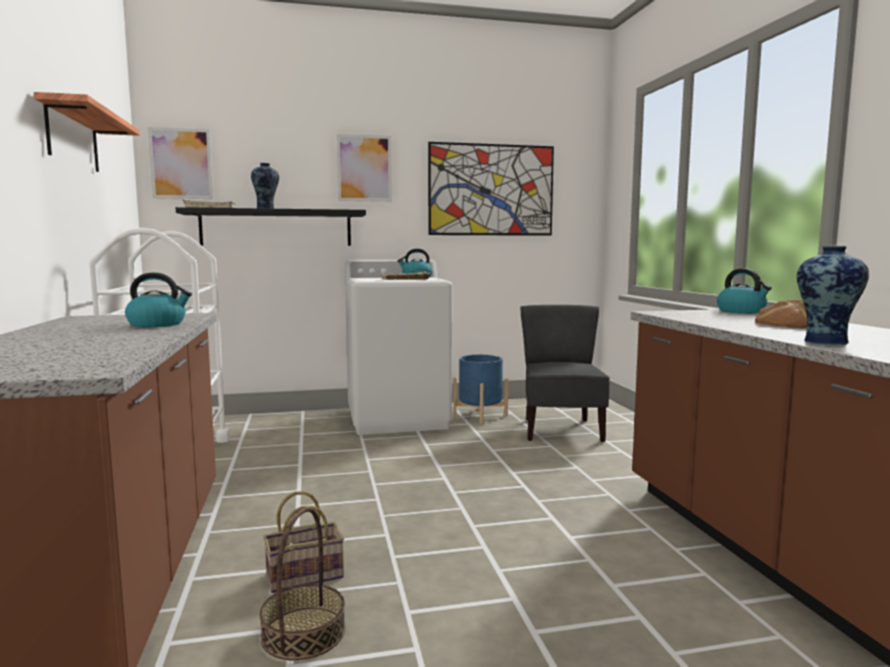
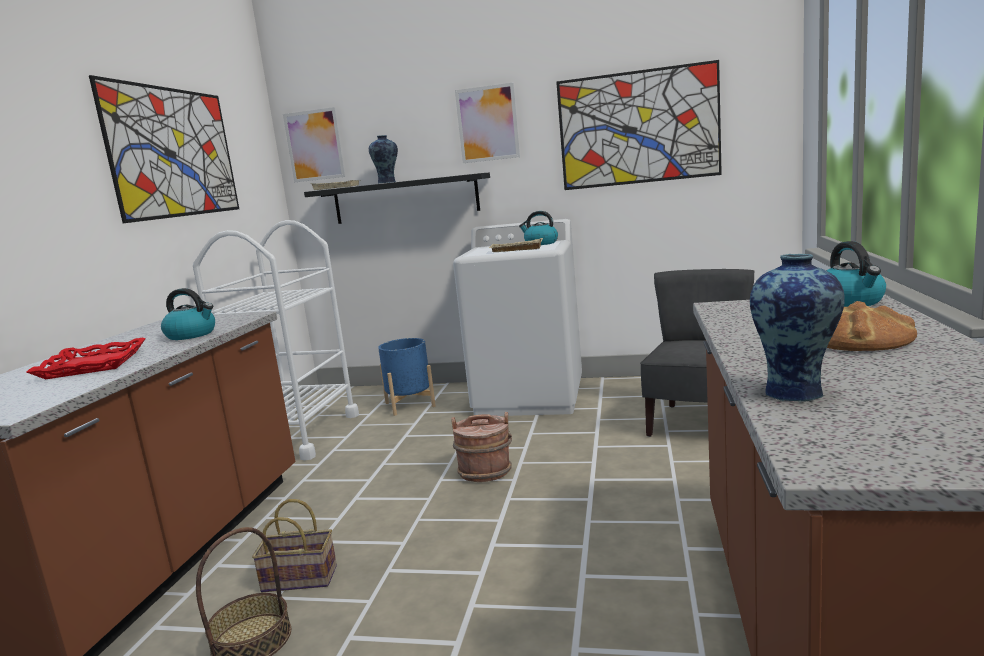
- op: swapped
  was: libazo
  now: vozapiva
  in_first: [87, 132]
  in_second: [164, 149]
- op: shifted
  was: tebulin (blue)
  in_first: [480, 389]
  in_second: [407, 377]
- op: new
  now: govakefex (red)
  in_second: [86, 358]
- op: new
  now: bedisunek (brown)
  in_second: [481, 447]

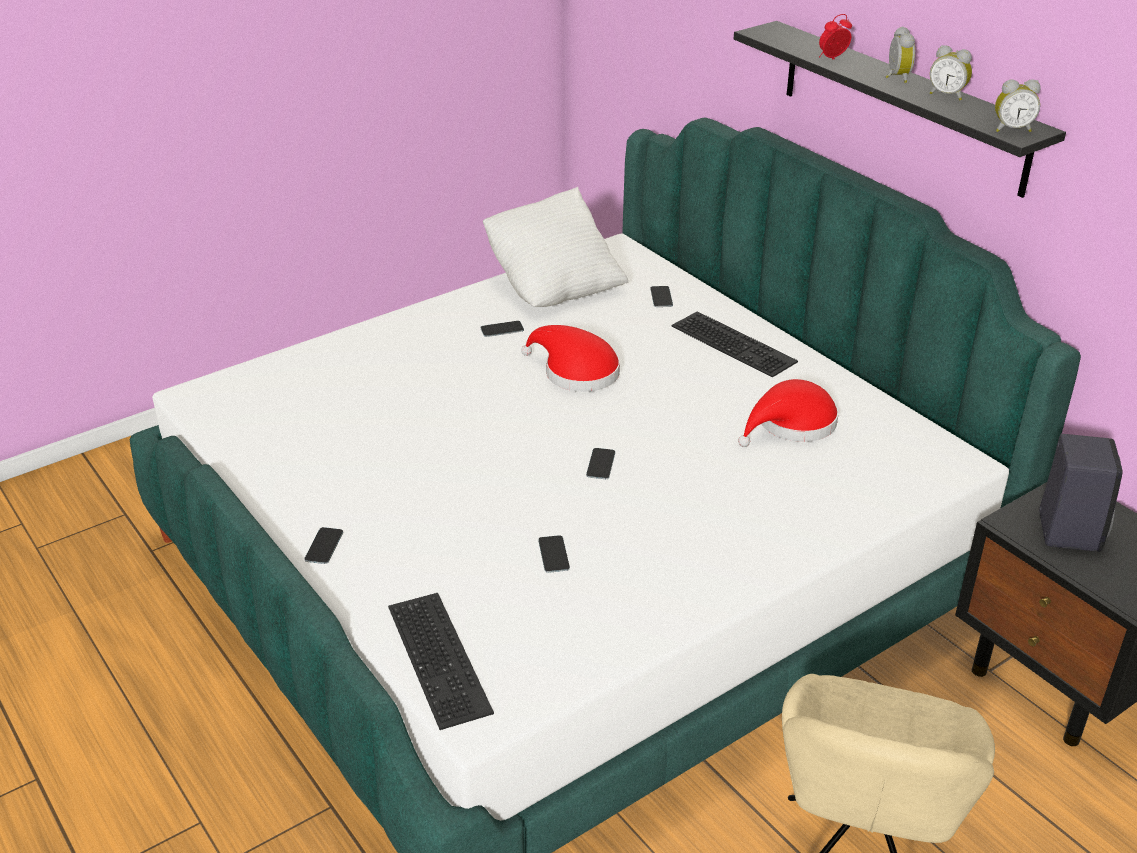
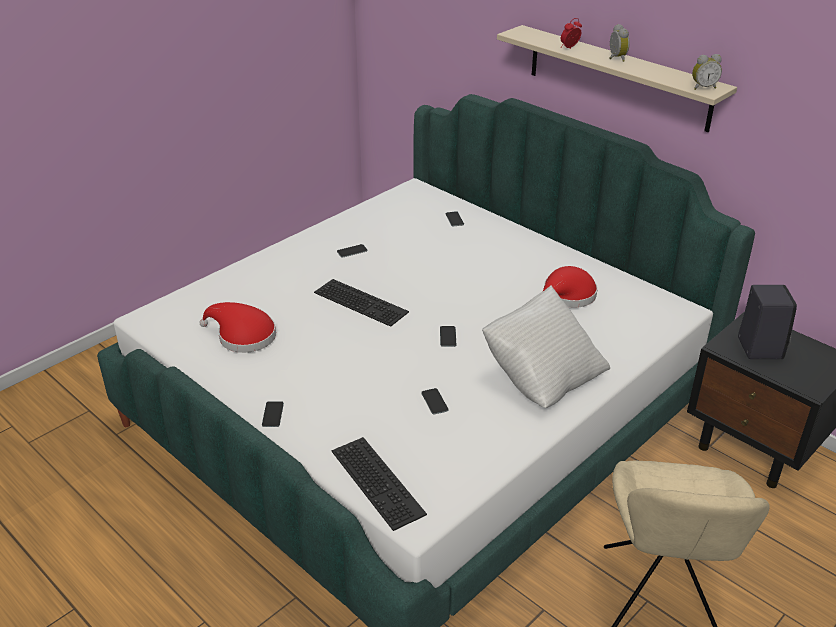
- op: shifted
  was: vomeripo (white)
  in_first: [555, 247]
  in_second: [546, 346]
- op: shifted
  was: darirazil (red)
  in_first: [570, 358]
  in_second: [237, 327]
- op: shifted
  was: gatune
  in_first: [735, 344]
  in_second: [361, 303]
- op: repainted
  was: libazo (black)
  now: libazo (beige)
  in_first: [900, 109]
  in_second: [617, 78]
- op: gone
  was: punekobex
  in_first: [951, 72]

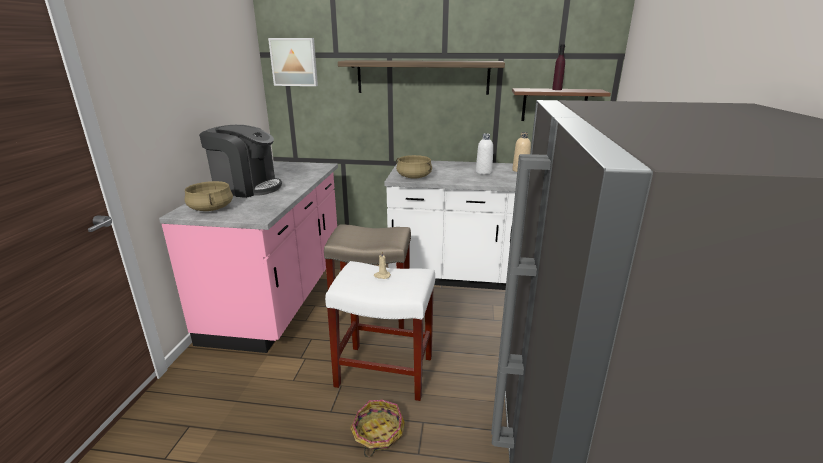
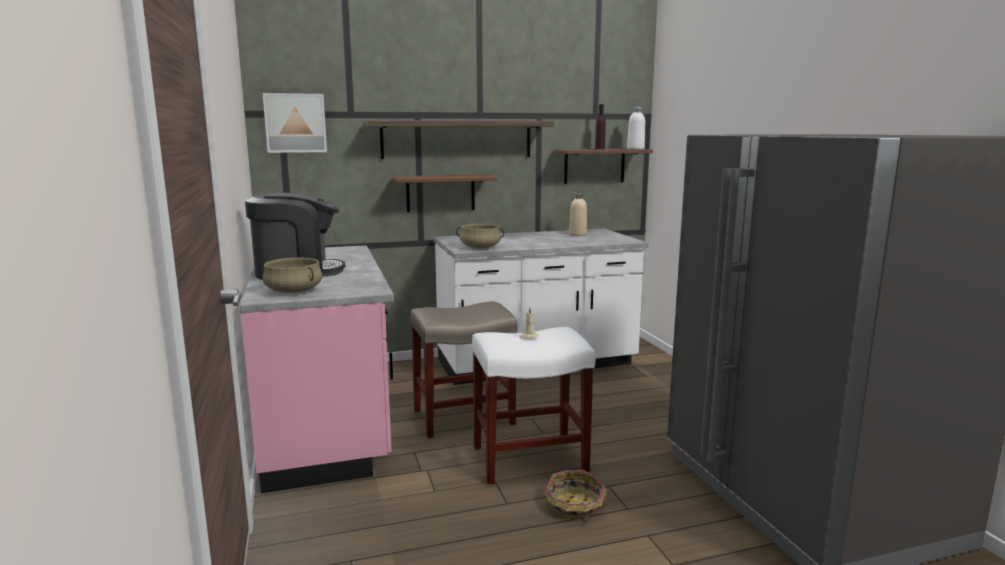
- op: shifted
  was: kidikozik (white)
  in_first: [484, 154]
  in_second: [636, 128]
- op: new
  now: libazo (brown)
  in_second: [444, 193]

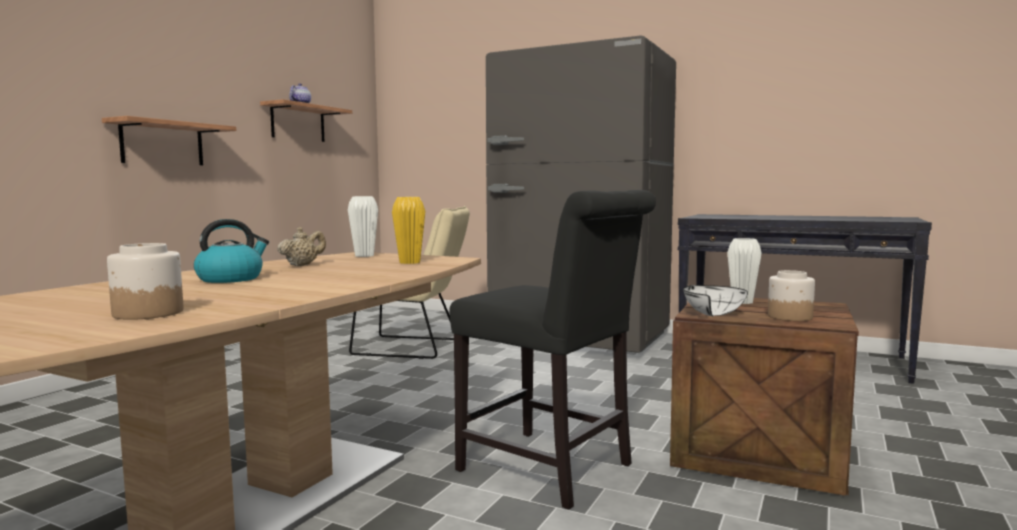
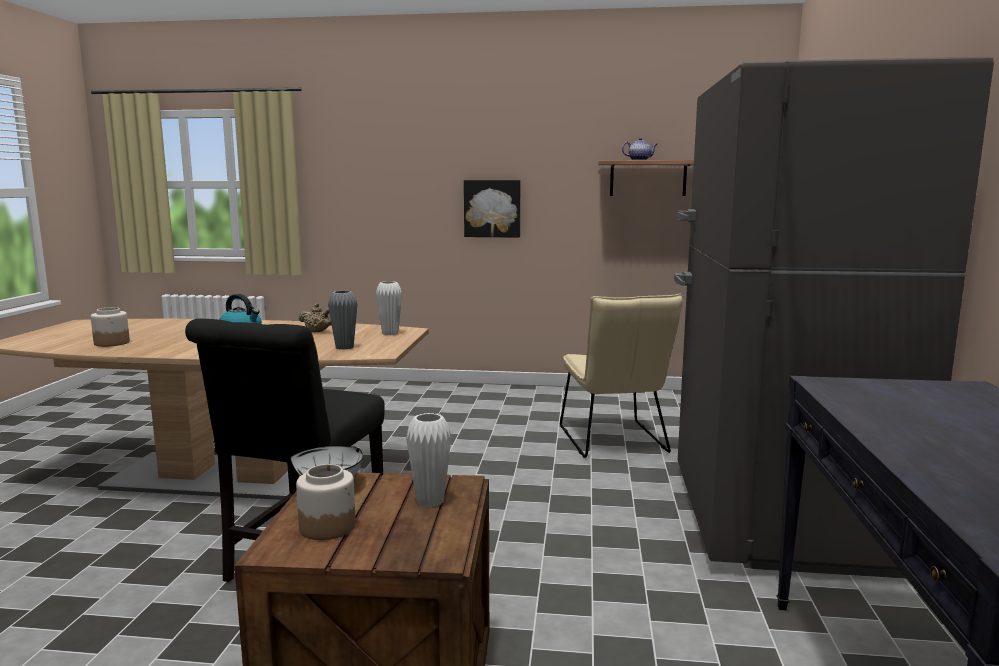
- op: swapped
  was: libazo
  now: vozapiva
  in_first: [169, 140]
  in_second: [492, 209]
- op: repainted
  was: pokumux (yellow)
  now: pokumux (grey)
  in_first: [408, 230]
  in_second: [342, 320]

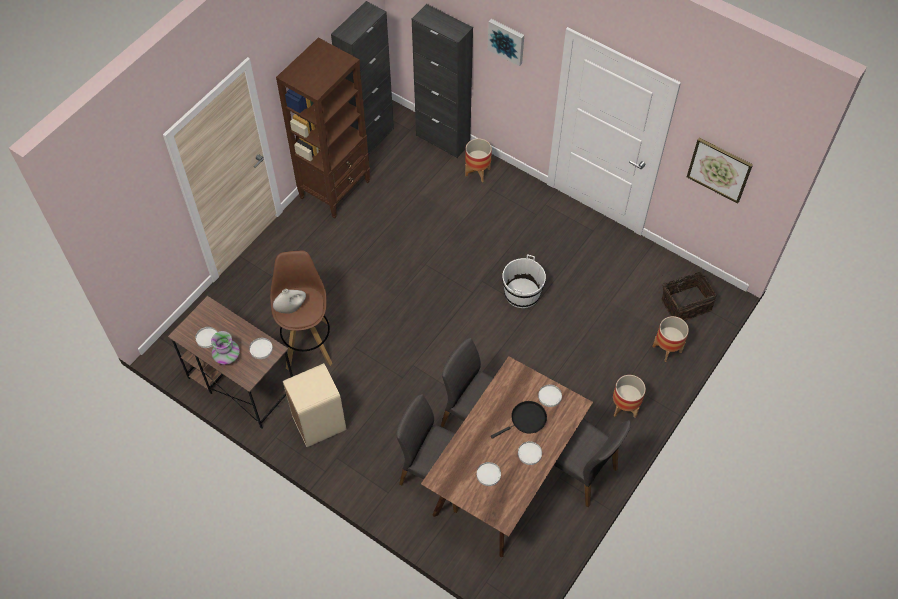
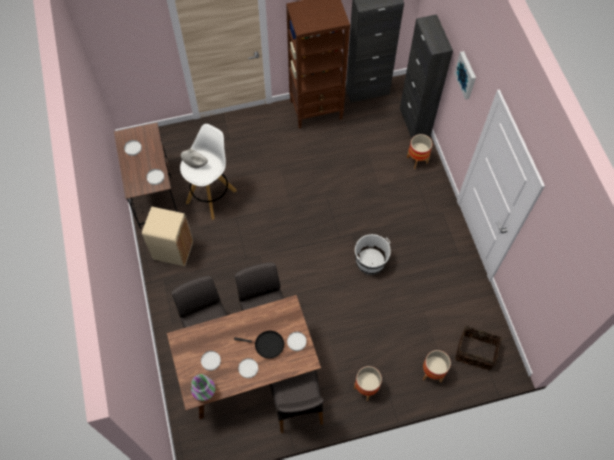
- op: shifted
  was: pokumux
  in_first: [225, 348]
  in_second: [203, 387]
- op: repainted
  was: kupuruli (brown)
  now: kupuruli (white)
  in_first: [301, 310]
  in_second: [208, 172]
- op: gone
  was: vozapiva
  in_first: [720, 171]

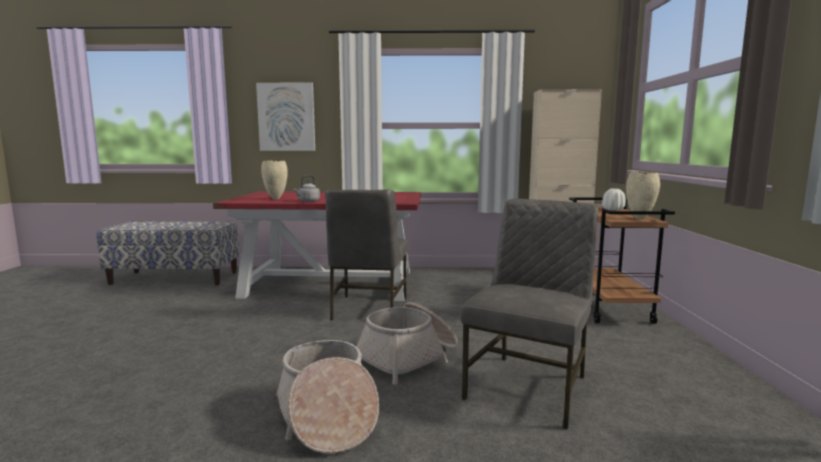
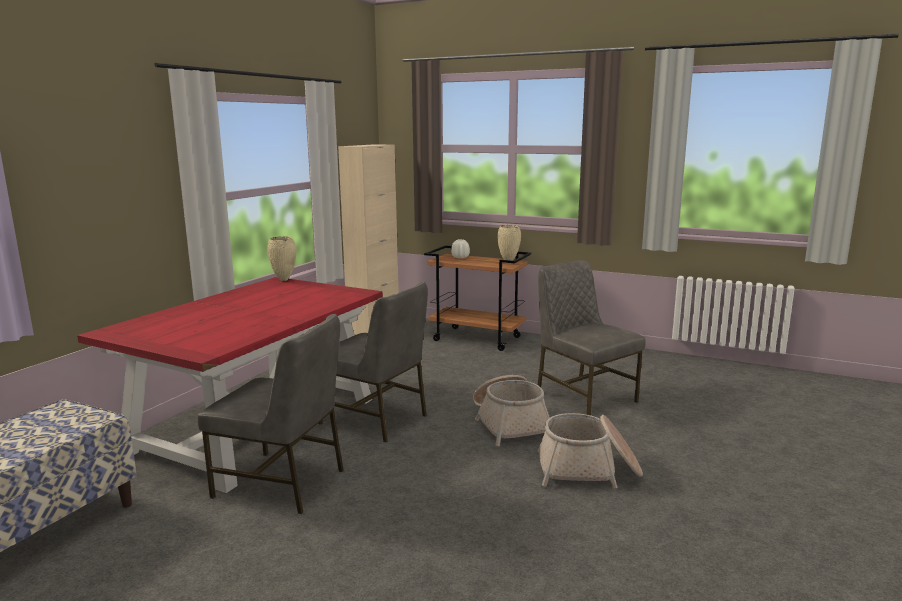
- op: gone
  was: vozapiva
  in_first: [285, 117]
- op: shifted
  was: pokumux (beige)
  in_first: [274, 180]
  in_second: [281, 258]
- op: gone
  was: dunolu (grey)
  in_first: [306, 188]
- op: new
  now: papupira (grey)
  in_second: [270, 414]

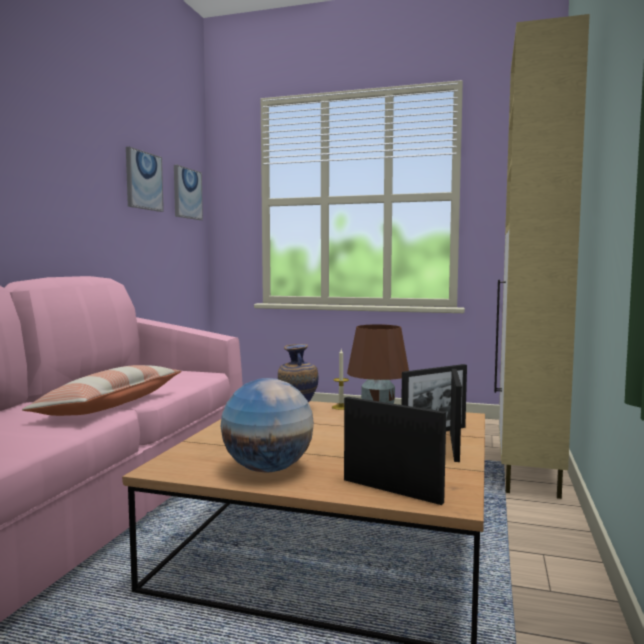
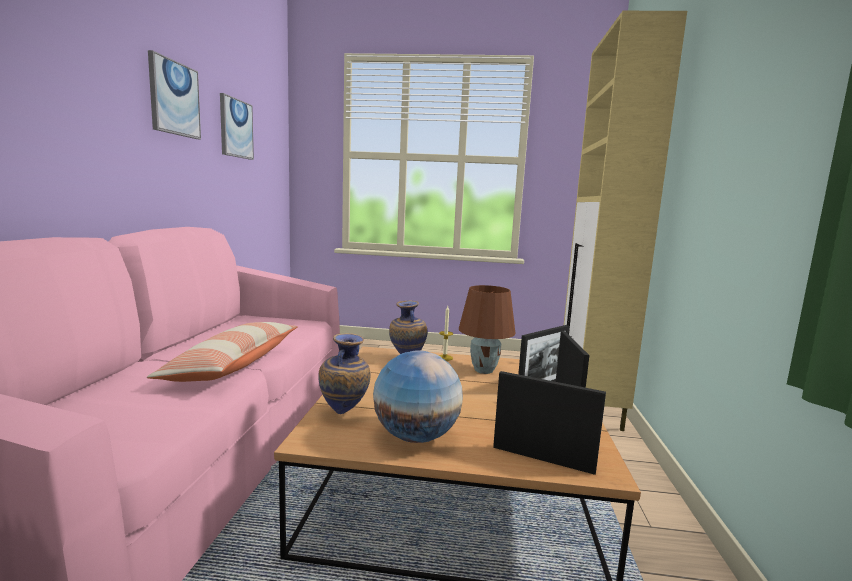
- op: shifted
  was: vozapiva
  in_first: [188, 192]
  in_second: [174, 94]
- op: new
  now: pokumux
  in_second: [344, 373]

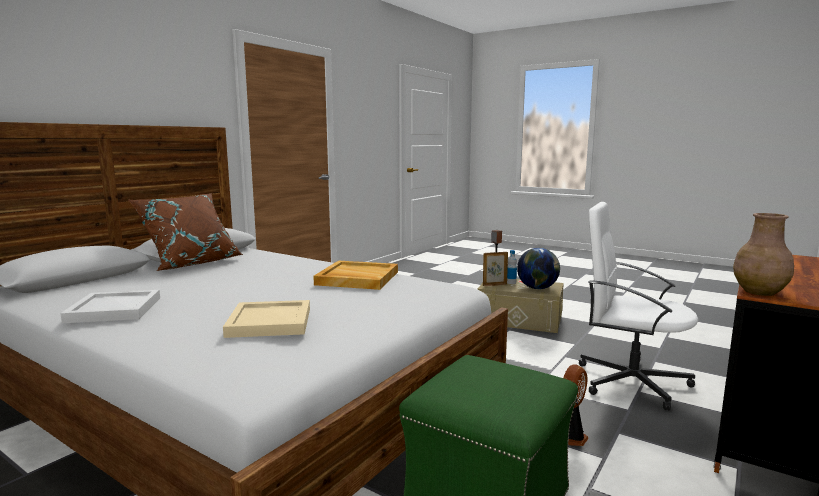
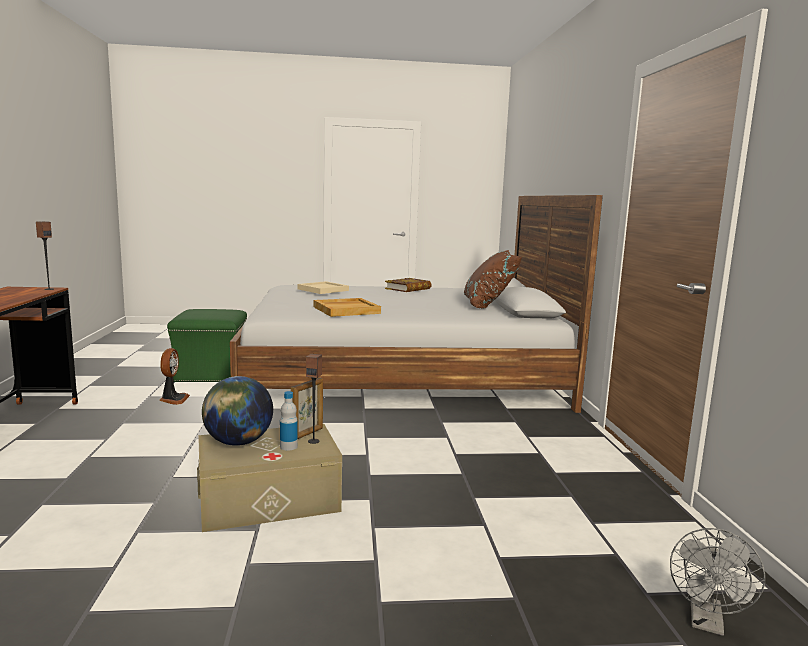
- op: swapped
  was: govakefex (white)
  now: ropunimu
  in_first: [110, 306]
  in_second: [408, 285]
- op: gone
  was: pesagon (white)
  in_first: [638, 306]
- op: swapped
  was: pokumux (brown)
  now: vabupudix
  in_first: [763, 254]
  in_second: [45, 255]
- op: new
  now: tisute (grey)
  in_second: [717, 582]

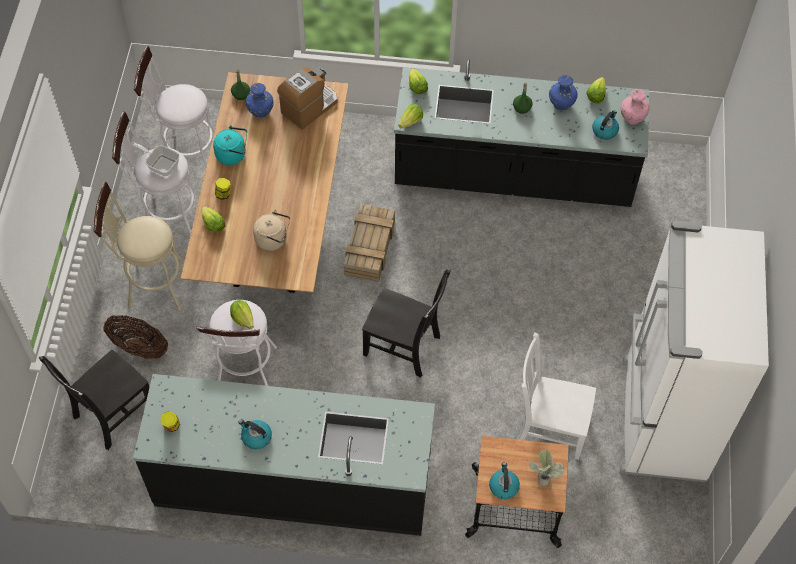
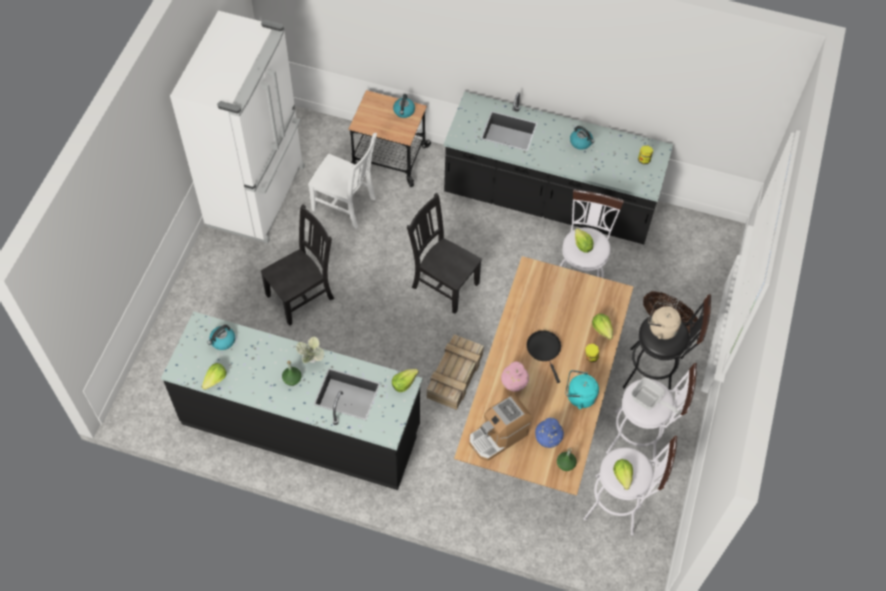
- op: shifted
  was: papupira (black)
  in_first: [94, 399]
  in_second: [297, 265]
- op: repainted
  was: kupuruli (beige)
  now: kupuruli (black)
  in_first: [138, 246]
  in_second: [667, 342]
- op: shifted
  was: dunolu (beige)
  in_first: [271, 230]
  in_second: [664, 320]
- op: shifted
  was: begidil
  in_first: [418, 81]
  in_second: [623, 474]
- op: shifted
  was: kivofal
  in_first: [546, 468]
  in_second: [310, 350]
- op: gone
  was: pokumux (blue)
  in_first: [563, 92]
- op: shifted
  was: pokumux (pink)
  in_first: [635, 107]
  in_second: [515, 377]
- op: new
  now: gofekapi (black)
  in_second: [544, 356]

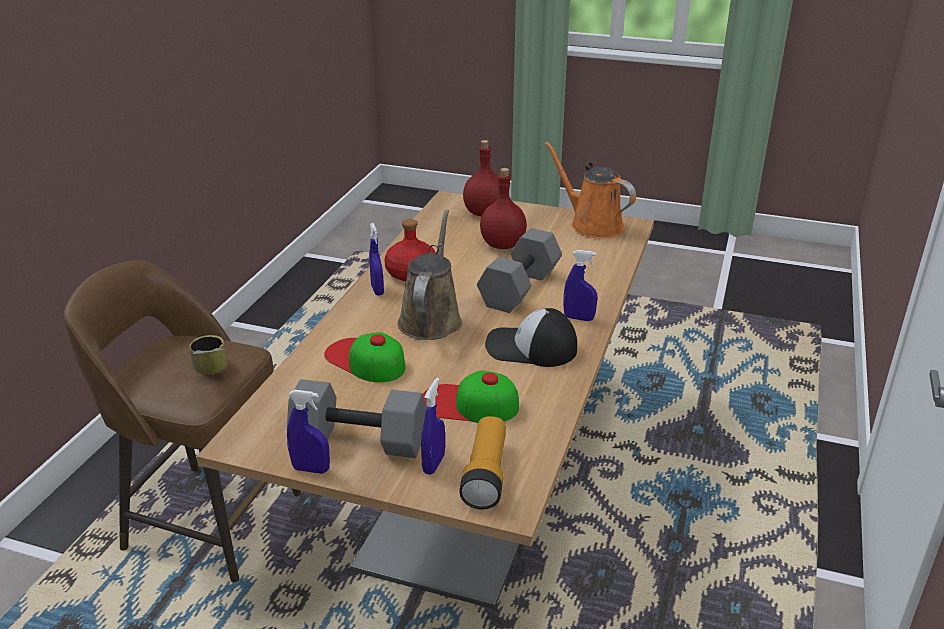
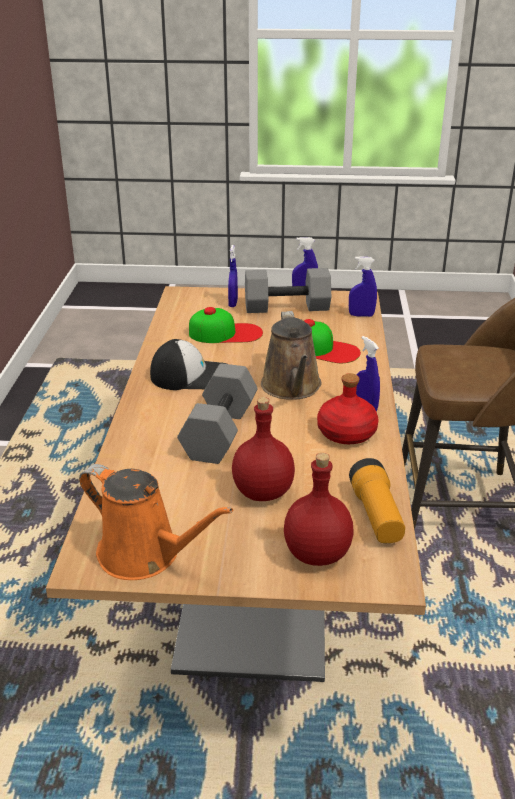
- op: gone
  was: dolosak
  in_first: [208, 355]
- op: shifted
  was: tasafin
  in_first: [482, 462]
  in_second: [377, 500]
- op: shifted
  was: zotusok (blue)
  in_first: [580, 285]
  in_second: [363, 286]

